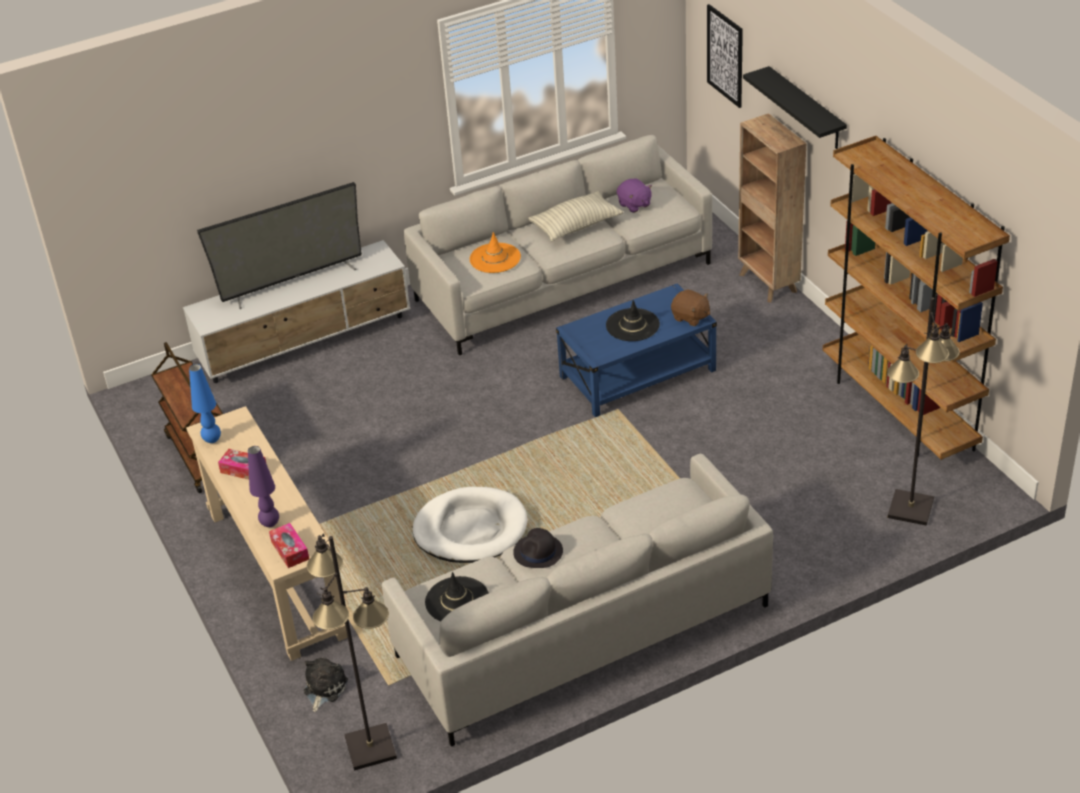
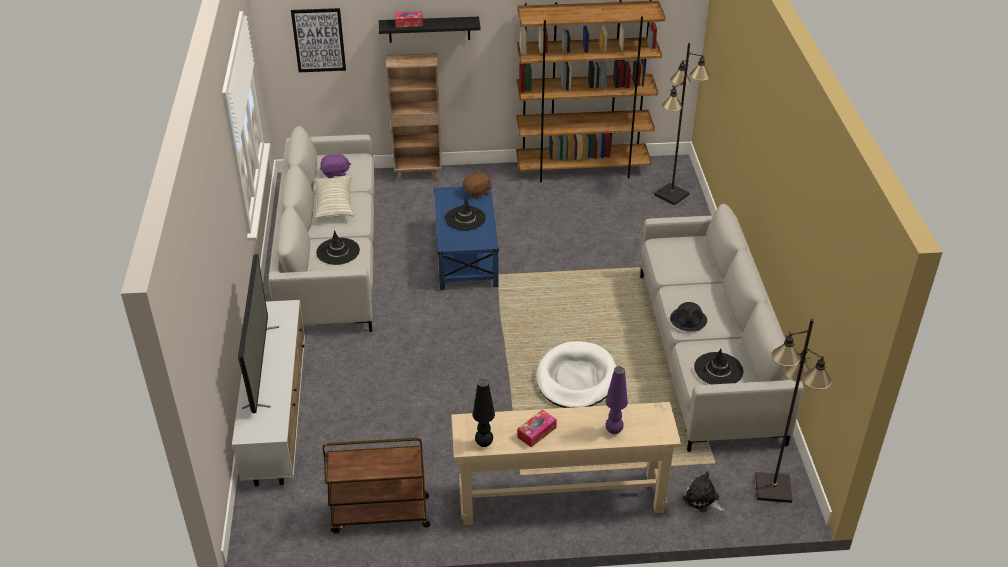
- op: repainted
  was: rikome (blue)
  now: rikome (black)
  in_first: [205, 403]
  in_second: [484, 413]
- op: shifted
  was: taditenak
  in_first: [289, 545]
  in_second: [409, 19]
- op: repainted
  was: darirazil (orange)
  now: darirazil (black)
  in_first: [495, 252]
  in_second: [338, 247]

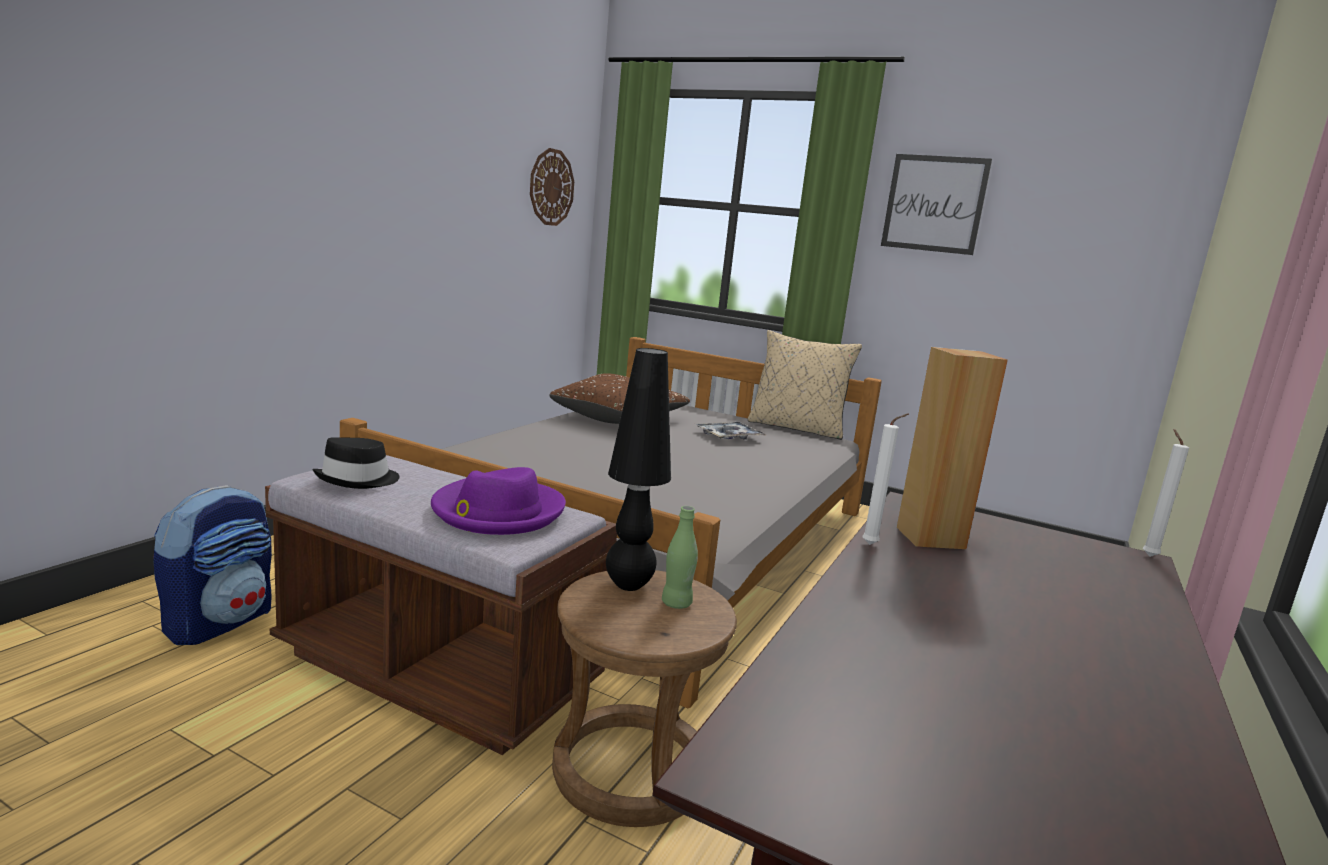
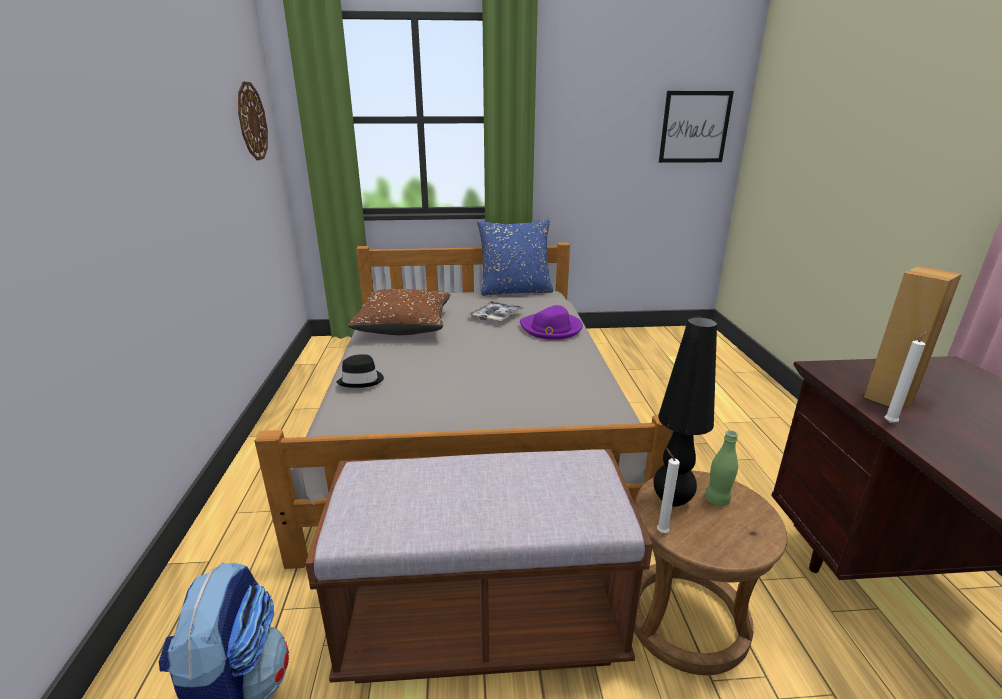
- op: shifted
  was: darirazil (black)
  in_first: [355, 463]
  in_second: [360, 371]
- op: shifted
  was: darirazil (purple)
  in_first: [498, 501]
  in_second: [551, 322]
- op: repainted
  was: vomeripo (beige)
  now: vomeripo (blue)
  in_first: [805, 385]
  in_second: [515, 257]
- op: shifted
  was: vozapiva
  in_first: [936, 204]
  in_second: [696, 127]
- op: shifted
  was: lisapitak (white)
  in_first: [1166, 493]
  in_second: [668, 490]

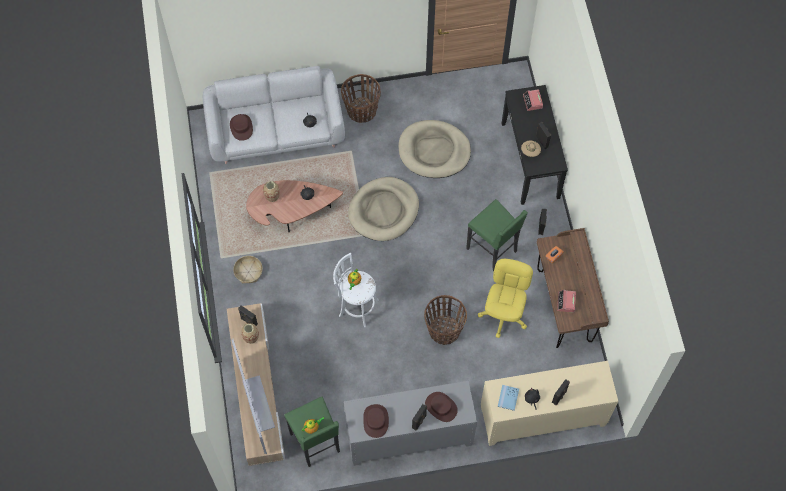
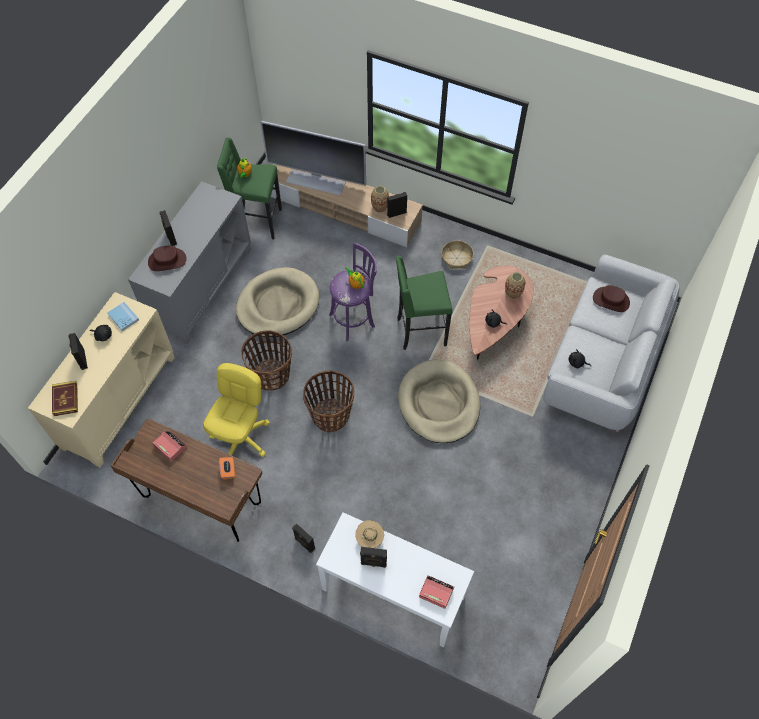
- op: repainted
  was: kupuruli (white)
  now: kupuruli (purple)
  in_first: [356, 290]
  in_second: [353, 291]
- op: shifted
  was: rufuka
  in_first: [361, 98]
  in_second: [328, 401]
- op: gone
  was: darirazil (brown)
  in_first: [376, 421]
- op: shifted
  was: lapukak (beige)
  in_first: [434, 149]
  in_second: [277, 302]
- op: shifted
  was: kupuruli (green)
  in_first: [497, 235]
  in_second: [424, 303]
- op: rotated
  was: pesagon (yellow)
  in_first: [505, 298]
  in_second: [236, 410]
  clockwise: -120
- op: repainted
  was: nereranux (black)
  now: nereranux (white)
  in_first: [534, 145]
  in_second: [395, 579]
- op: new
  now: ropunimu
  in_second: [65, 398]

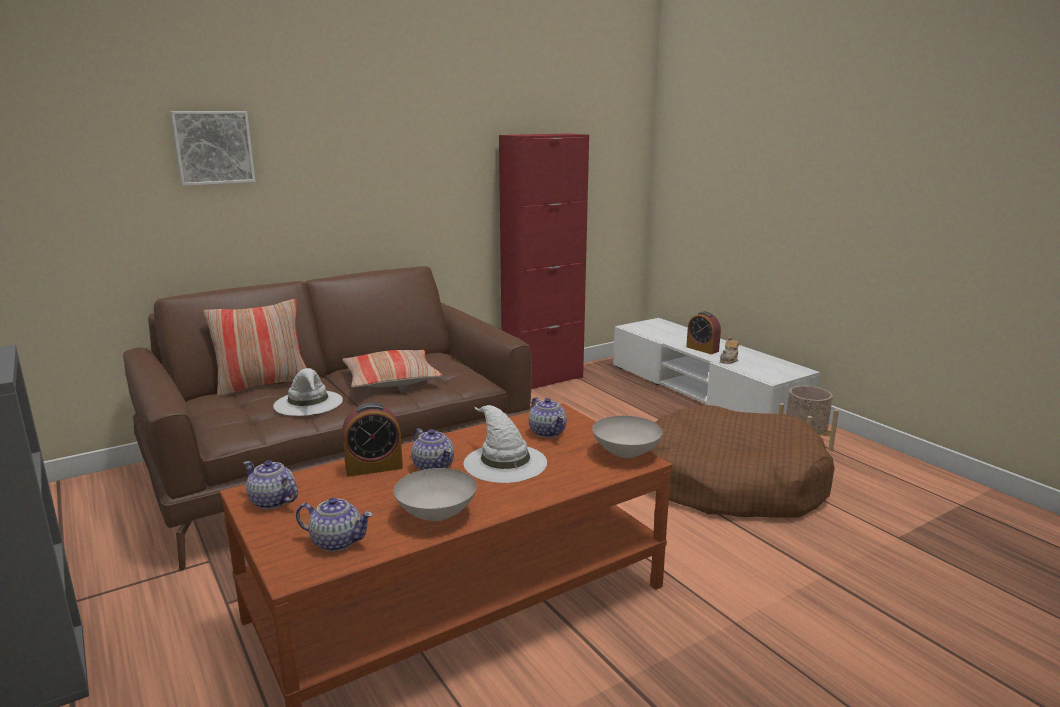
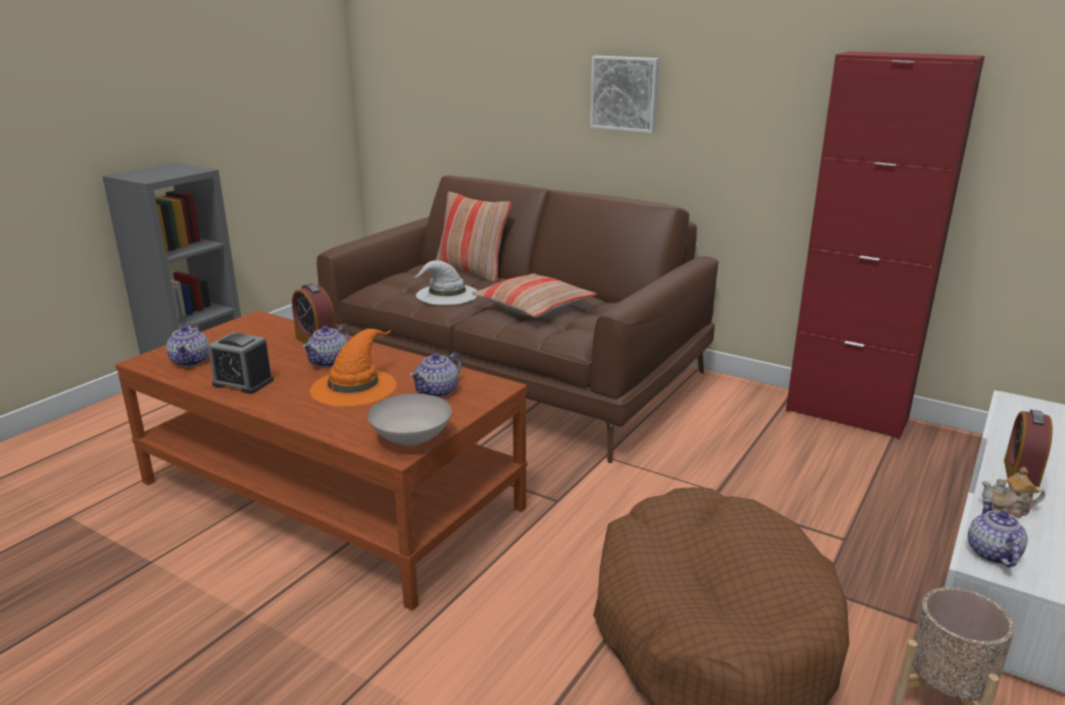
- op: shifted
  was: vozapiva
  in_first: [213, 148]
  in_second: [625, 94]
- op: shifted
  was: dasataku
  in_first: [271, 484]
  in_second: [998, 533]
- op: swapped
  was: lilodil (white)
  now: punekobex
  in_first: [435, 494]
  in_second: [241, 363]
- op: repainted
  was: darirazil (white)
  now: darirazil (orange)
  in_first: [505, 444]
  in_second: [353, 368]

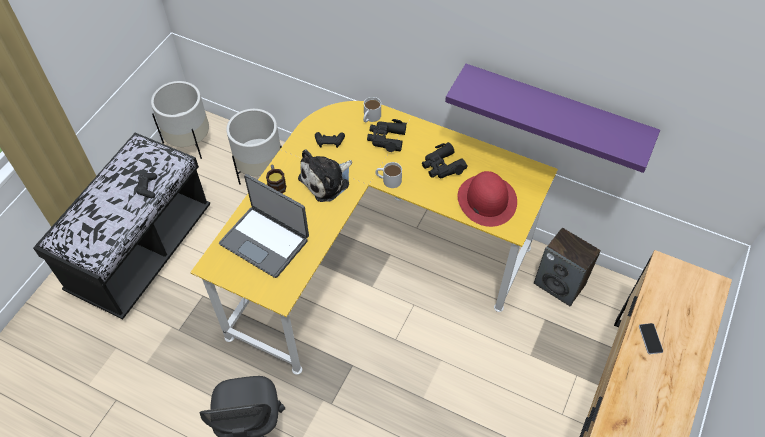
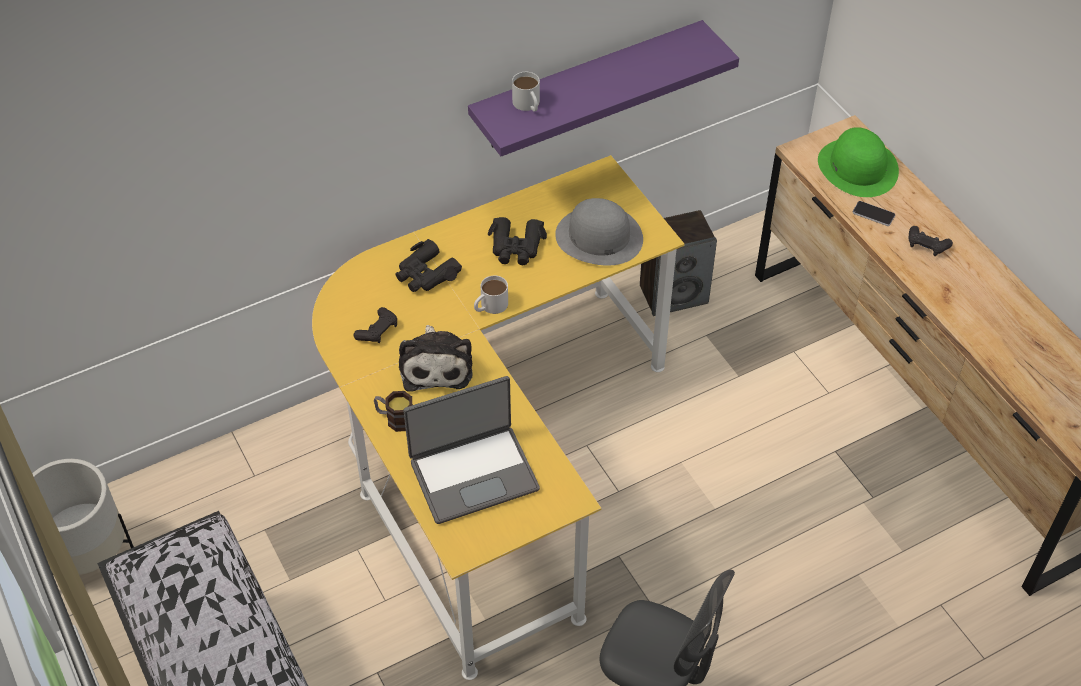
- op: shifted
  was: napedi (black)
  in_first: [146, 185]
  in_second: [931, 241]
- op: gone
  was: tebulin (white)
  in_first: [254, 147]
- op: shifted
  was: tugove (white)
  in_first: [372, 110]
  in_second: [526, 92]
- op: repainted
  was: darirazil (red)
  now: darirazil (grey)
  in_first: [487, 199]
  in_second: [599, 232]
- op: new
  now: darirazil (green)
  in_second: [858, 162]

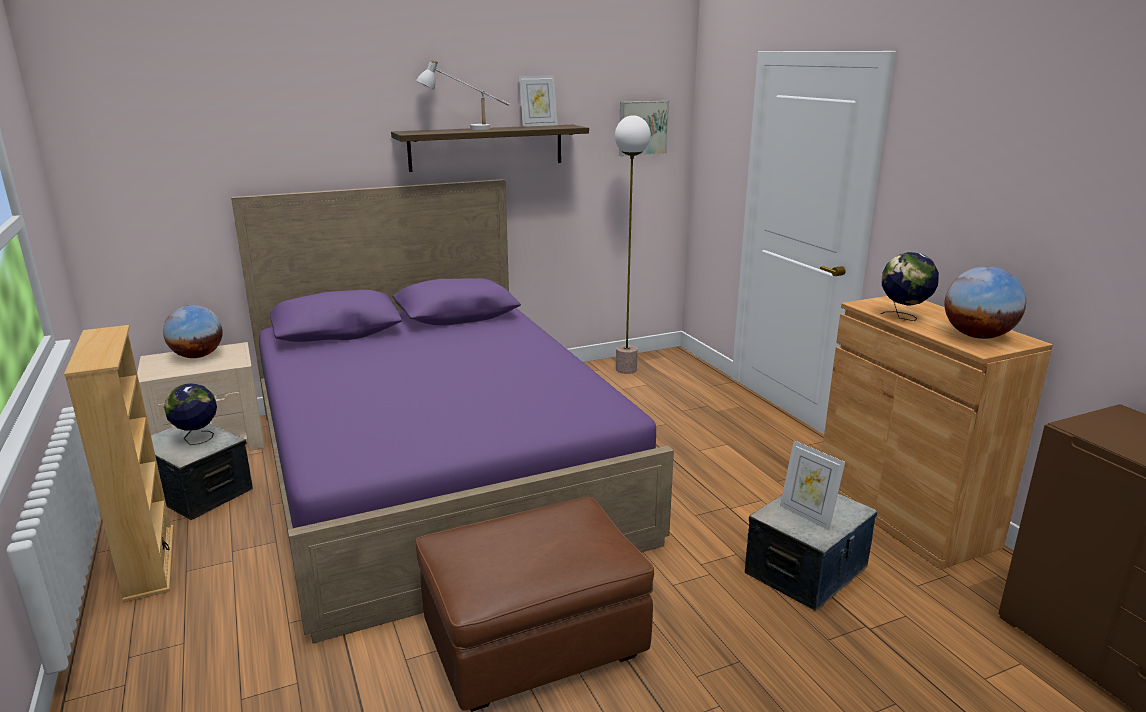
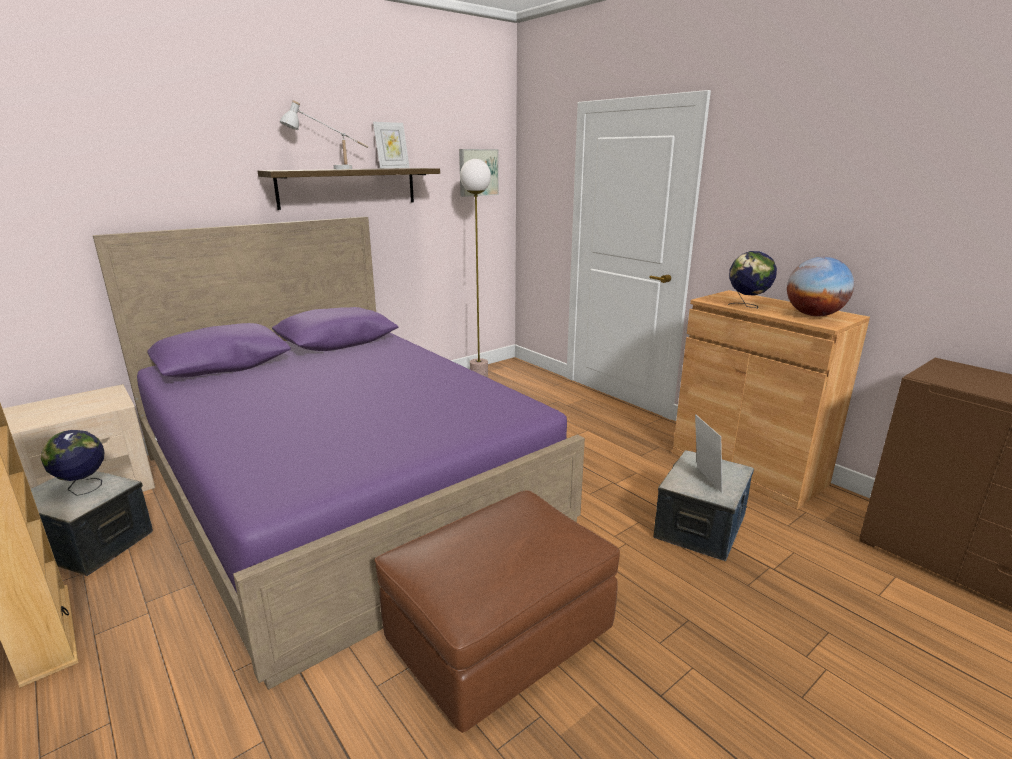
- op: gone
  was: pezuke
  in_first: [193, 331]
- op: rotated
  was: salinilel
  in_first: [812, 485]
  in_second: [708, 453]
  clockwise: -135

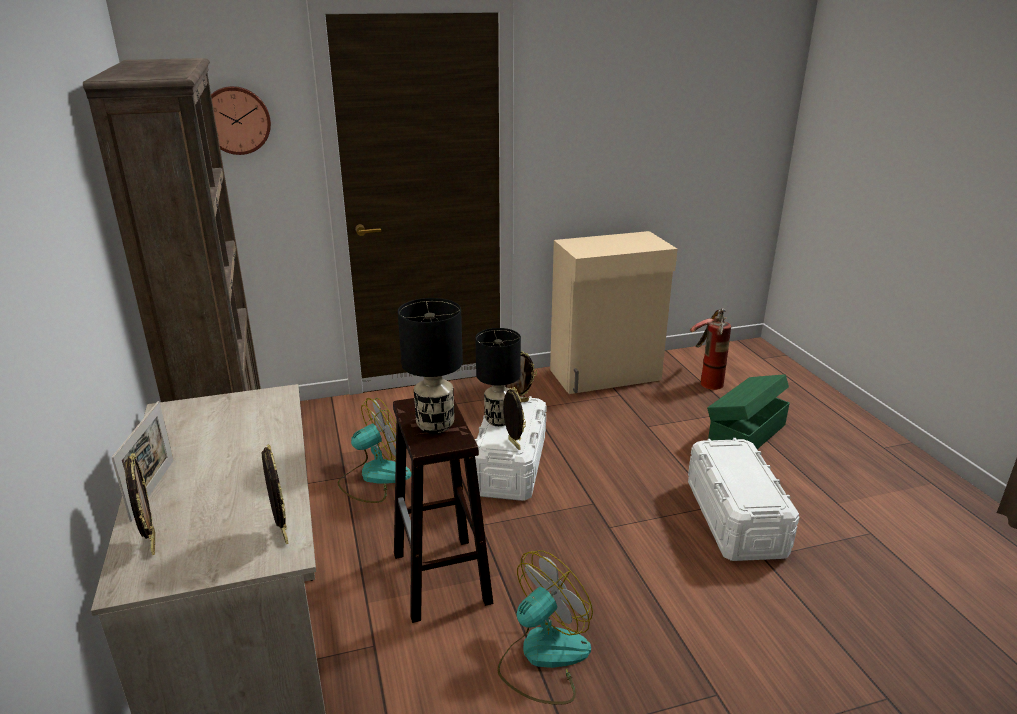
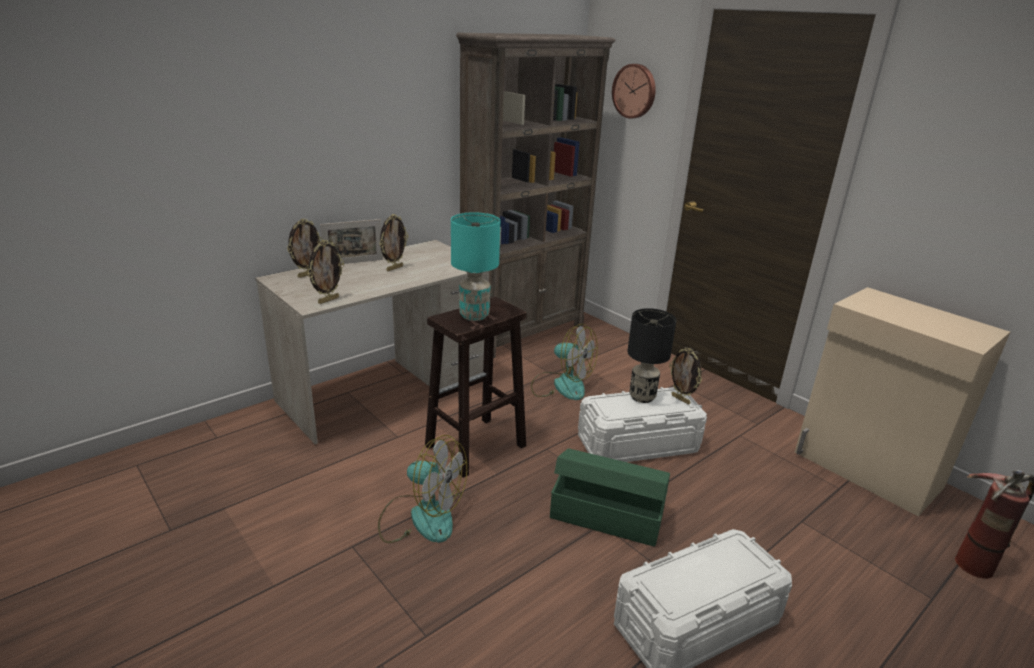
- op: repainted
  was: rikome (black)
  now: rikome (turquoise)
  in_first: [430, 366]
  in_second: [475, 266]
- op: shifted
  was: salinilel
  in_first: [514, 418]
  in_second: [393, 242]
- op: shifted
  was: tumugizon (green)
  in_first: [748, 411]
  in_second: [610, 497]

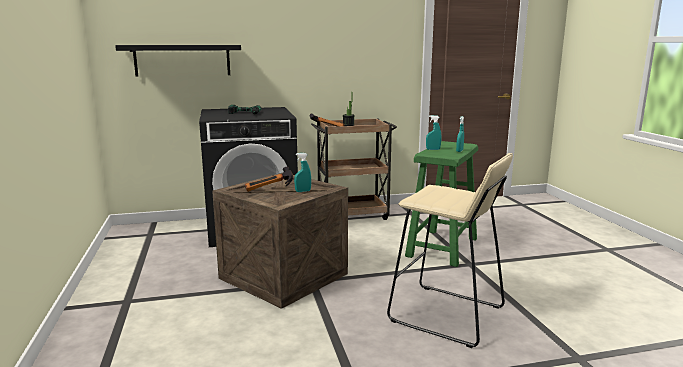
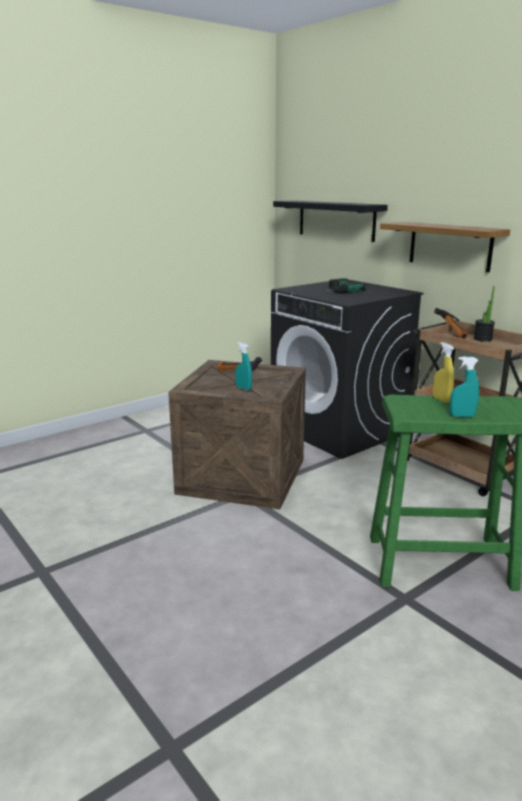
- op: gone
  was: kupuruli (beige)
  in_first: [450, 250]
- op: repainted
  was: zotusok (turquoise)
  now: zotusok (yellow)
  in_first: [433, 132]
  in_second: [443, 372]
- op: new
  now: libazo
  in_second: [445, 247]

